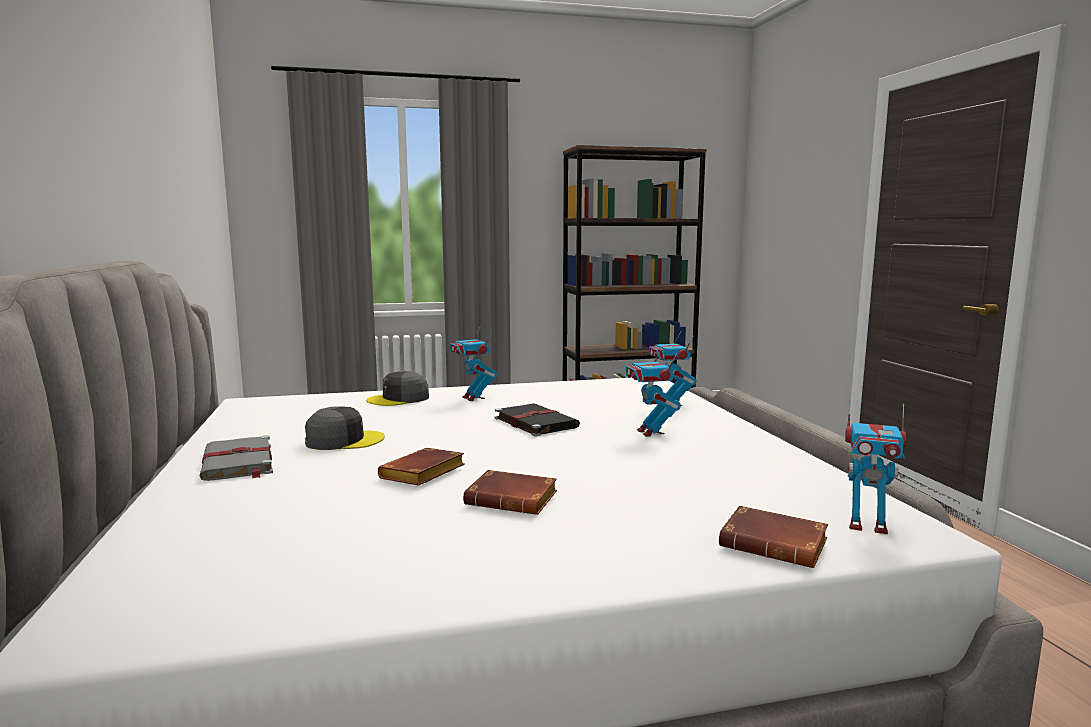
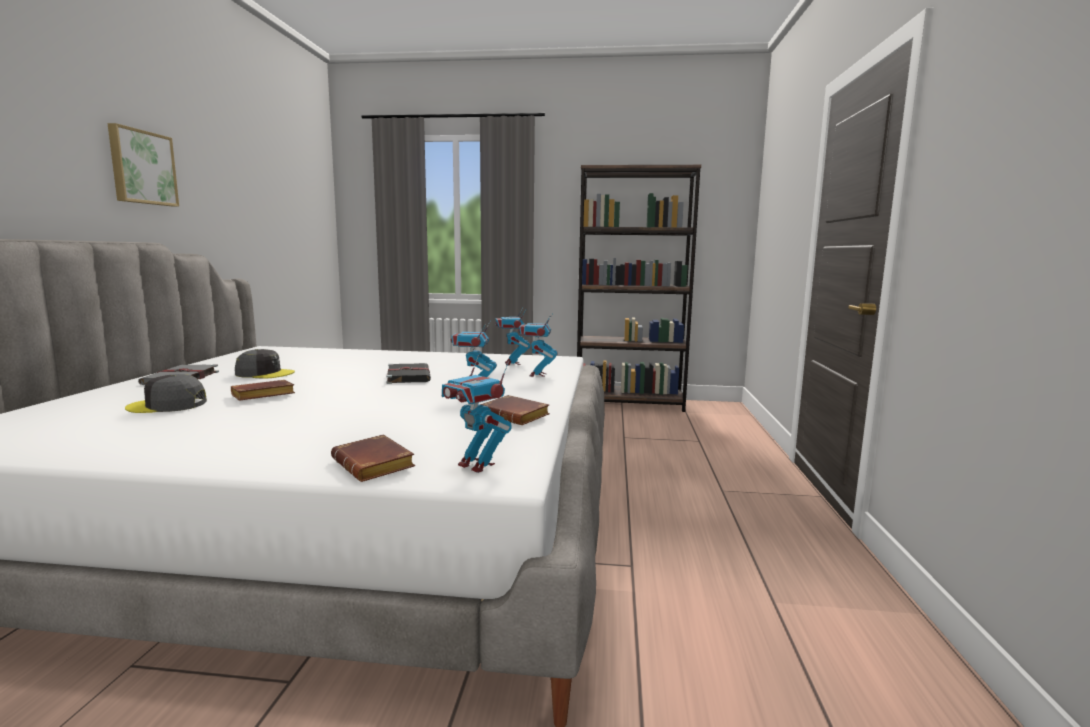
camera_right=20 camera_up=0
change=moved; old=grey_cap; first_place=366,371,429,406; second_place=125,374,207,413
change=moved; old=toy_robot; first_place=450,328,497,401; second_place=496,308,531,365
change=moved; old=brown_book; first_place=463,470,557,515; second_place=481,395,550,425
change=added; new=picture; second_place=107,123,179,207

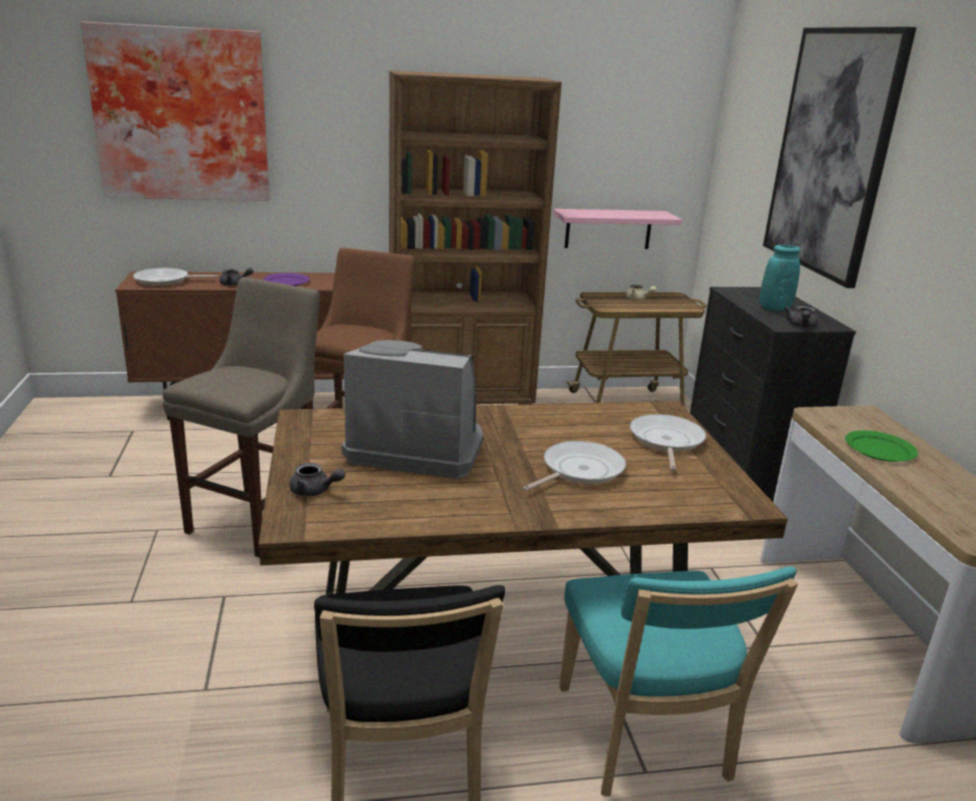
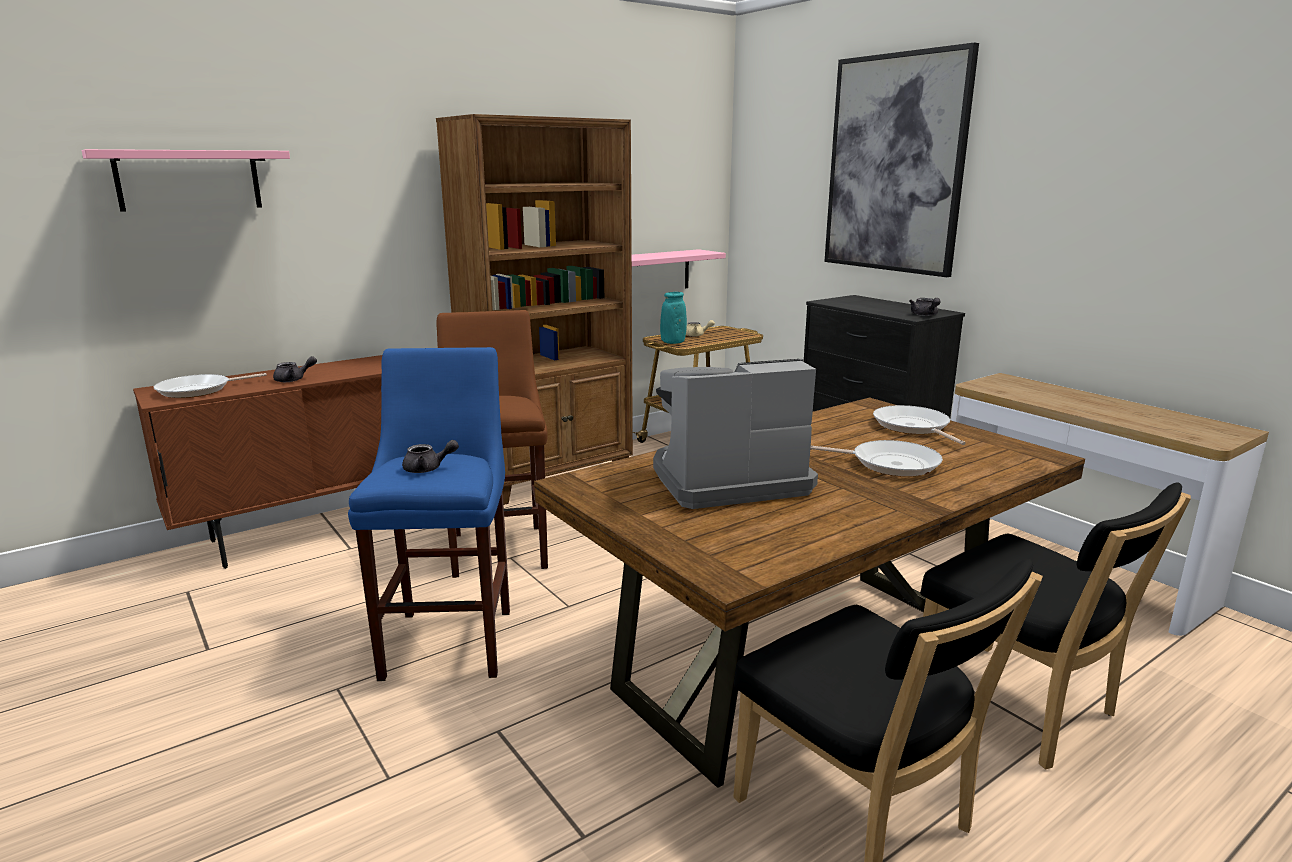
camera_right=-25 camera_up=-5
change=replaced; old=picture; new=pink_shelf; first_place=81,21,269,201; second_place=82,149,290,212
change=recoloured; old=beige_stool; new=blue_stool; first_place=163,277,320,558; second_place=348,347,510,681
change=removed; old=purple_plate; first_place=263,273,310,286
change=moved; old=grey_teapot; first_place=289,463,345,496; second_place=402,440,459,473
change=turned; old=frying_pan; first_place=522,441,626,491; second_place=810,440,943,477; degrees=90
change=recoloured; old=turquoise_chair; new=black_chair; first_place=559,567,798,797; second_place=920,482,1191,769
change=moved; old=turquoise_vase; first_place=760,245,800,311; second_place=660,292,687,344
change=removed; old=green_plate; first_place=845,430,918,462

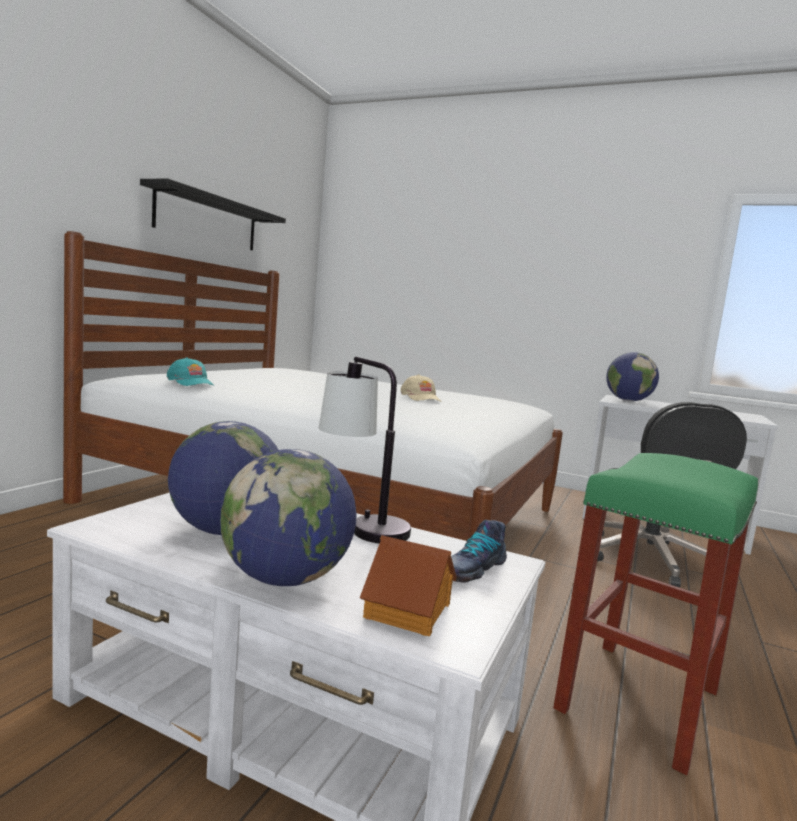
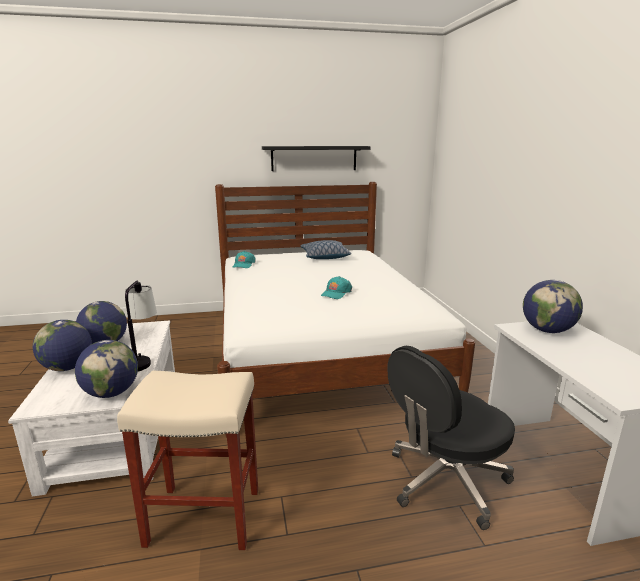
camera_right=55 camera_up=10
change=removed; old=toy_house; first_place=360,535,457,636
change=recoloured; old=beige_cap; new=turquoise_cap; first_place=401,374,442,402; second_place=321,276,352,299
change=replaced; old=shoe; new=globe; first_place=451,520,507,583; second_place=75,340,138,398
change=recoloured; old=green_stool; new=beige_stool; first_place=553,453,758,775; second_place=117,370,258,550
change=added; new=pillow; second_place=300,240,351,259

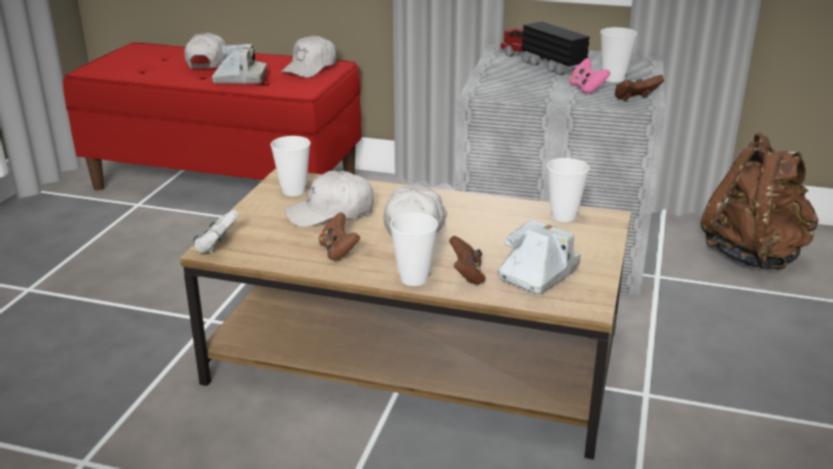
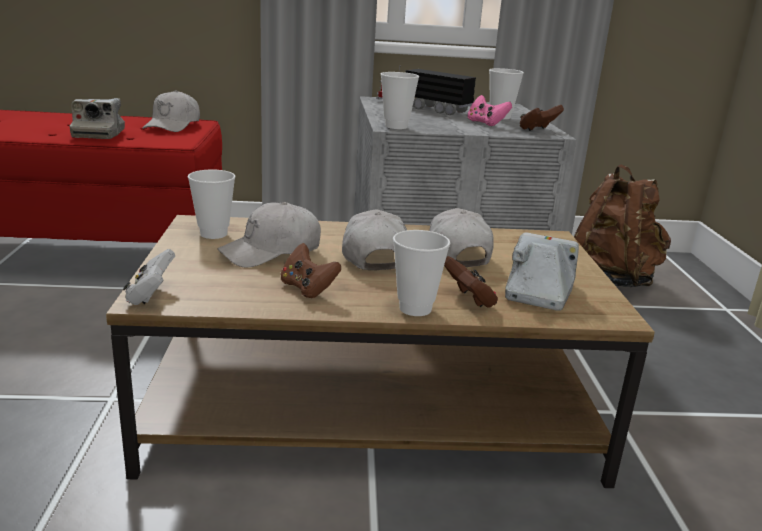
camera_right=-20 camera_up=-5
change=moved; old=white_cap; first_place=184,33,227,68; second_place=429,208,494,267
change=turned; old=photo_camera; first_place=212,44,267,84; second_place=70,98,125,139; degrees=105
change=moved; old=cup; first_place=547,158,590,222; second_place=381,72,419,129

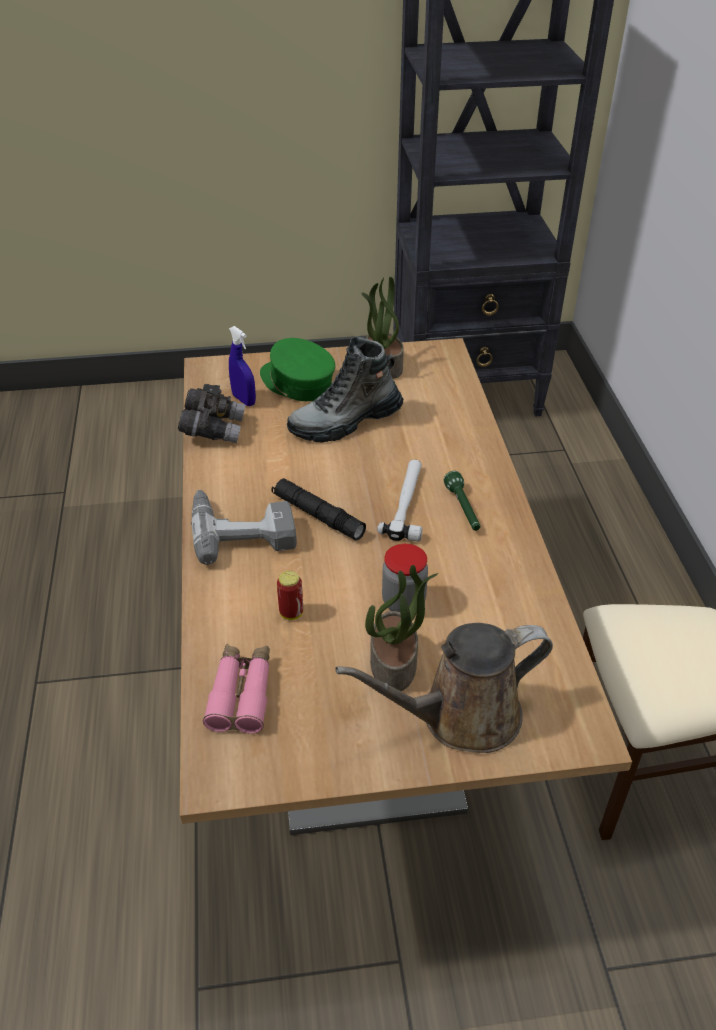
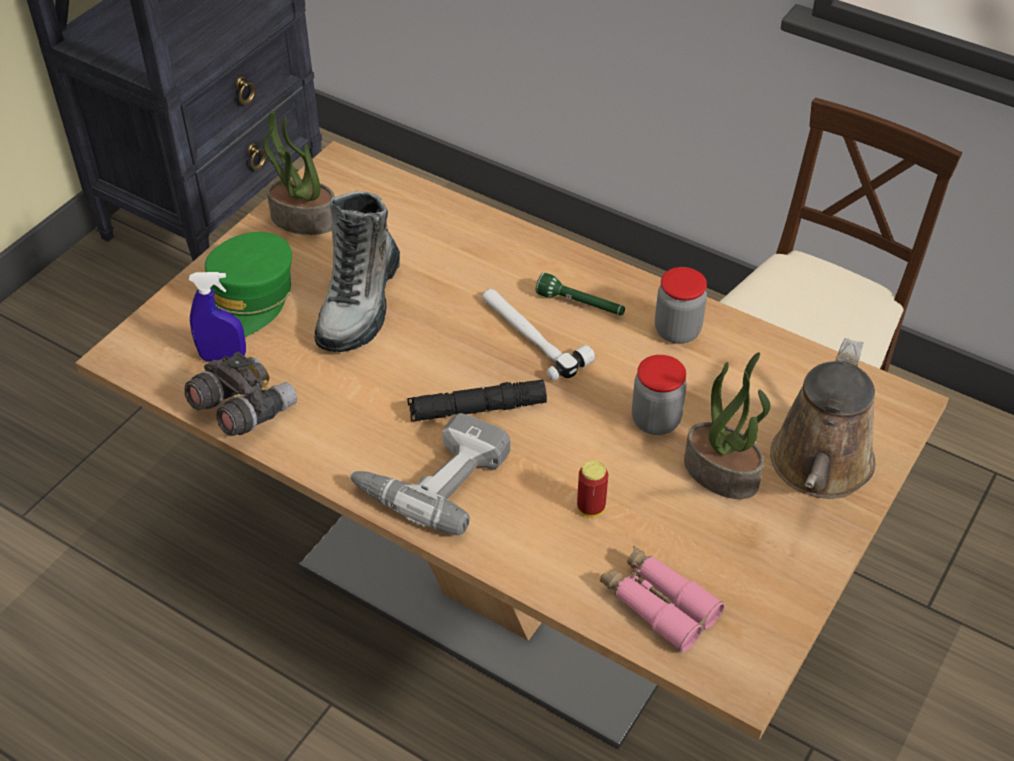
camera_right=-50 camera_up=5
change=turned; old=green_cap; first_place=260,338,335,401; second_place=205,232,292,337; degrees=-60
change=added; new=jar; second_place=655,267,707,344

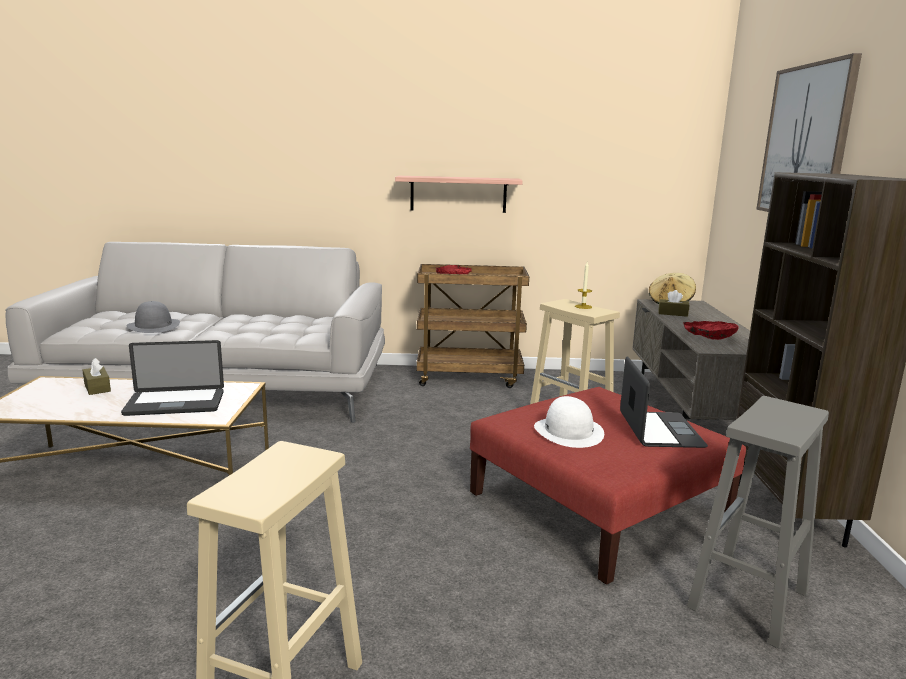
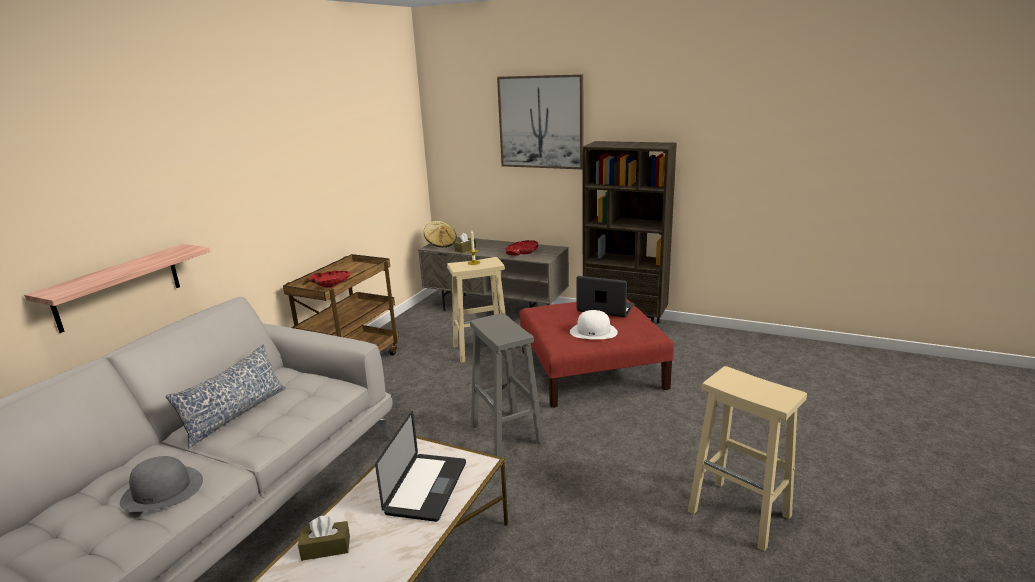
camera_right=-65 camera_up=5
change=moved; old=shelf; first_place=395,176,523,213; second_place=24,244,210,333
change=moved; old=grey_stool; first_place=687,396,829,649; second_place=470,313,544,457
change=added; new=pillow; second_place=166,344,286,449

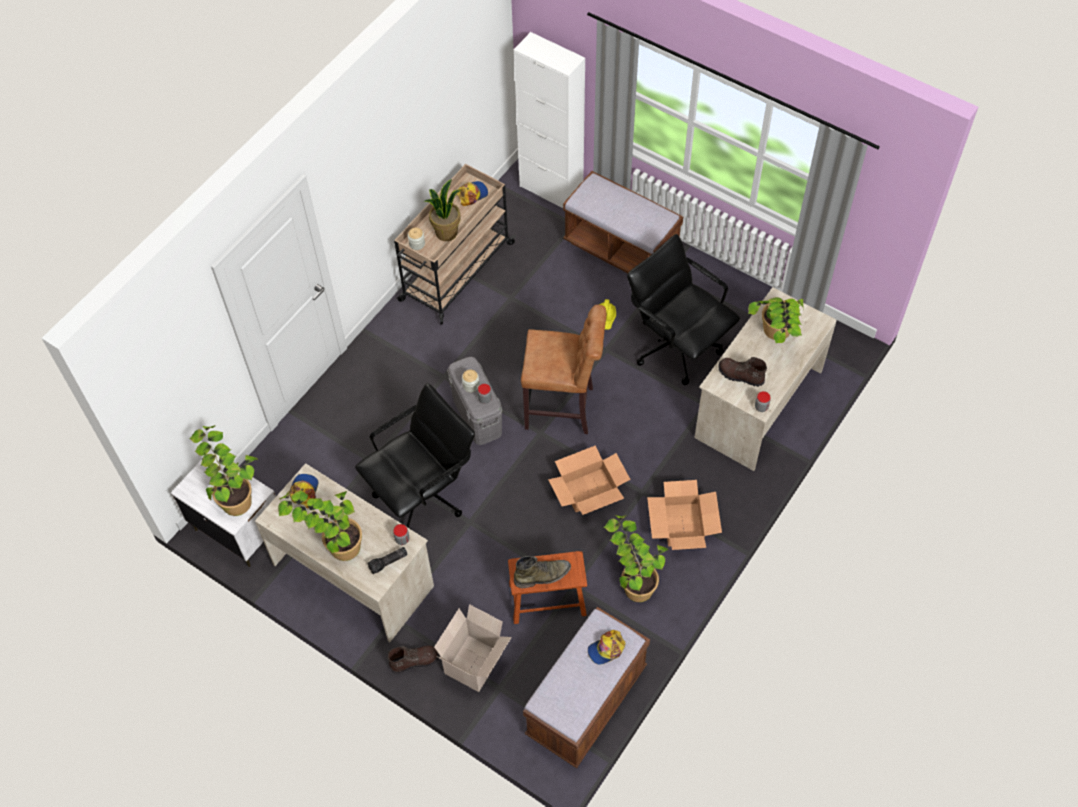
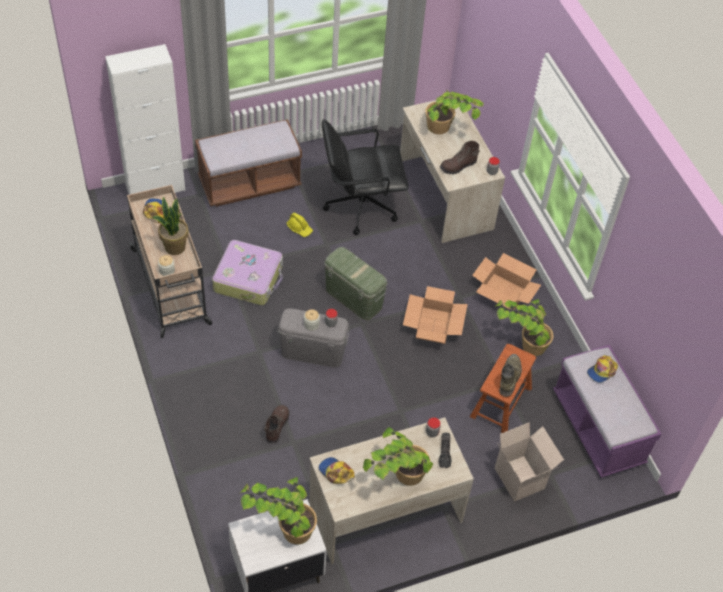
camera_right=-60 camera_up=-5
change=removed; old=black_office_chair; first_place=355,383,475,529
change=moved; old=brown_boot; first_place=387,646,440,673; second_place=264,405,289,444
change=replaced; old=brown_stool; new=green_storage_box; first_place=521,305,606,434; second_place=325,247,387,321
change=recoloured; old=brown_bench; new=purple_bench; first_place=523,607,650,768; second_place=553,345,661,478
change=turned; old=cap; first_place=588,630,625,665; second_place=587,355,618,383; degrees=45
change=added; new=suitcase; second_place=212,240,283,305

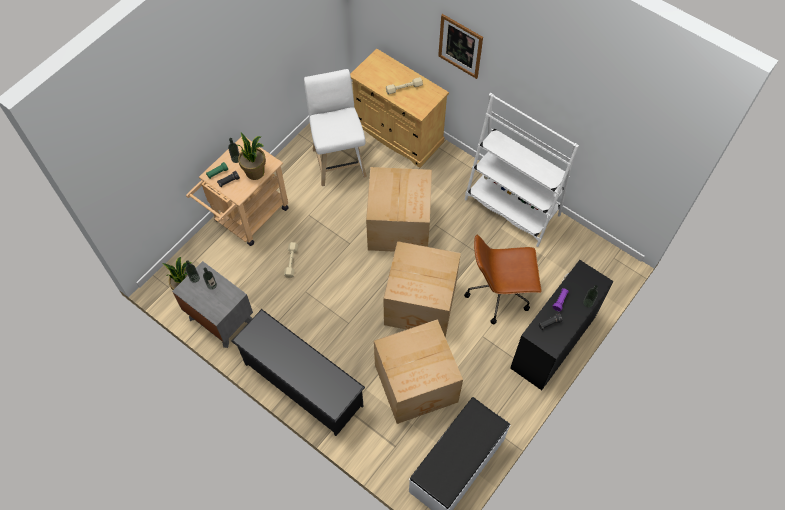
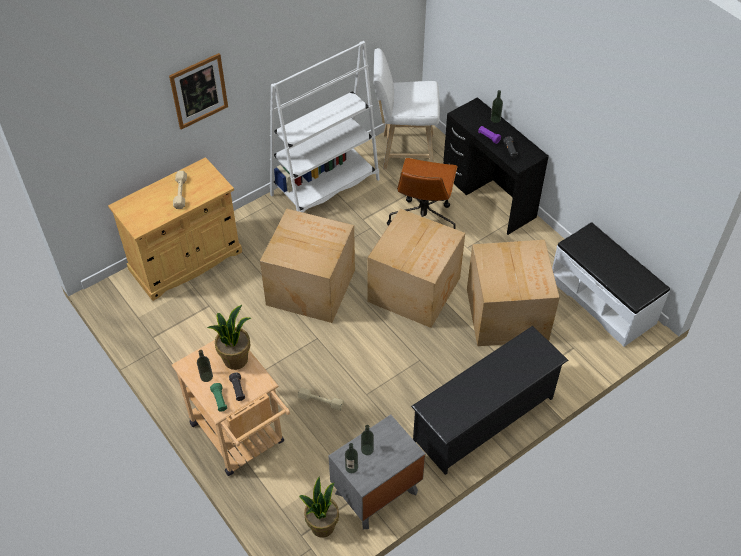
camera_right=-75 camera_up=-10
change=moved; old=white_stool; first_place=304,69,367,186; second_place=373,48,440,169

